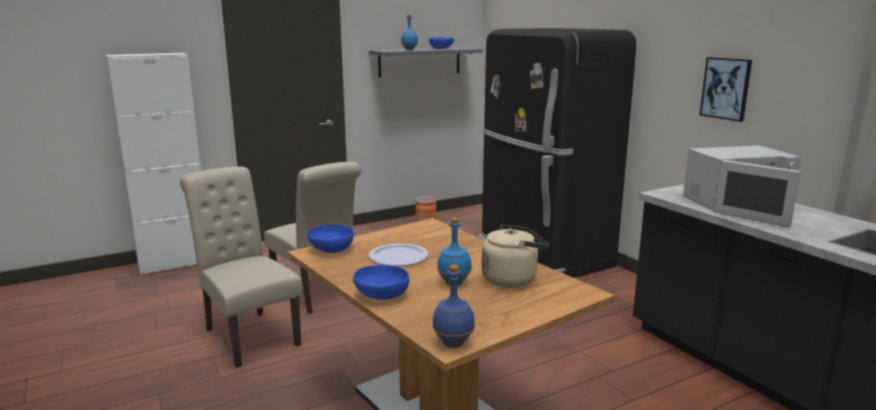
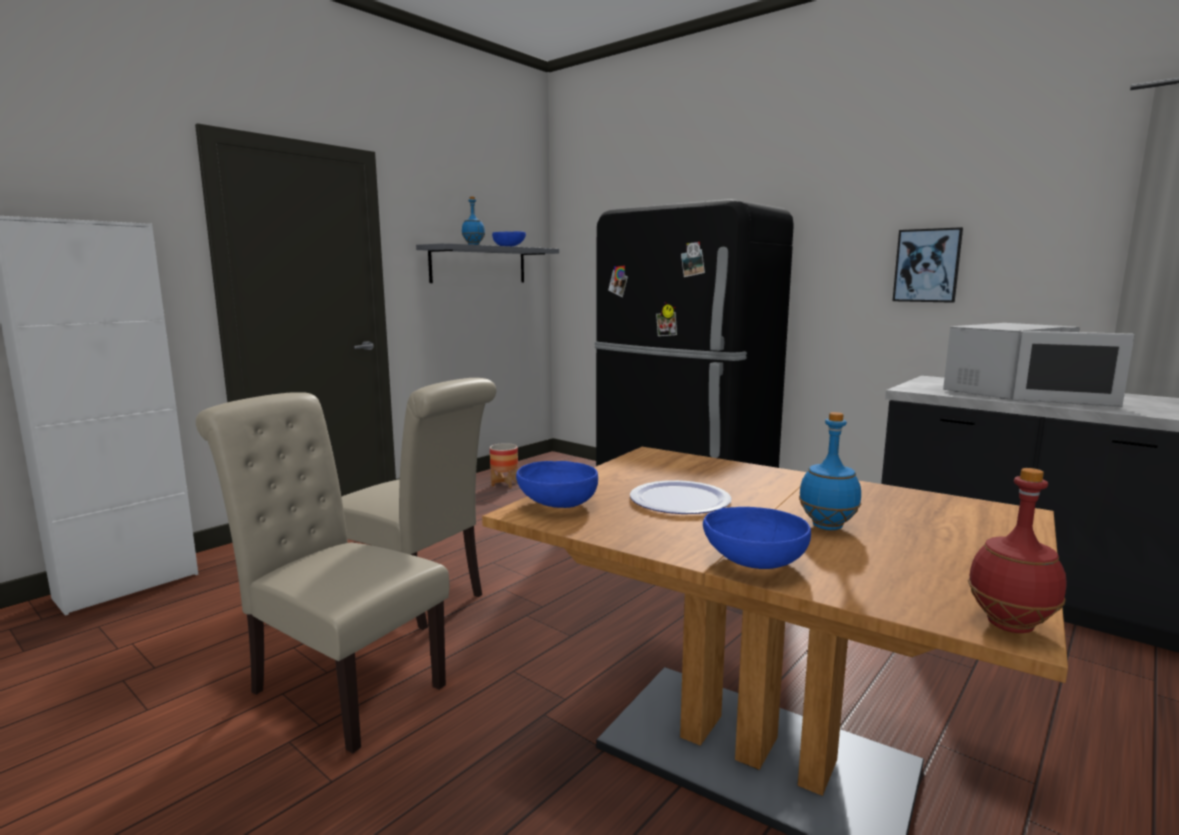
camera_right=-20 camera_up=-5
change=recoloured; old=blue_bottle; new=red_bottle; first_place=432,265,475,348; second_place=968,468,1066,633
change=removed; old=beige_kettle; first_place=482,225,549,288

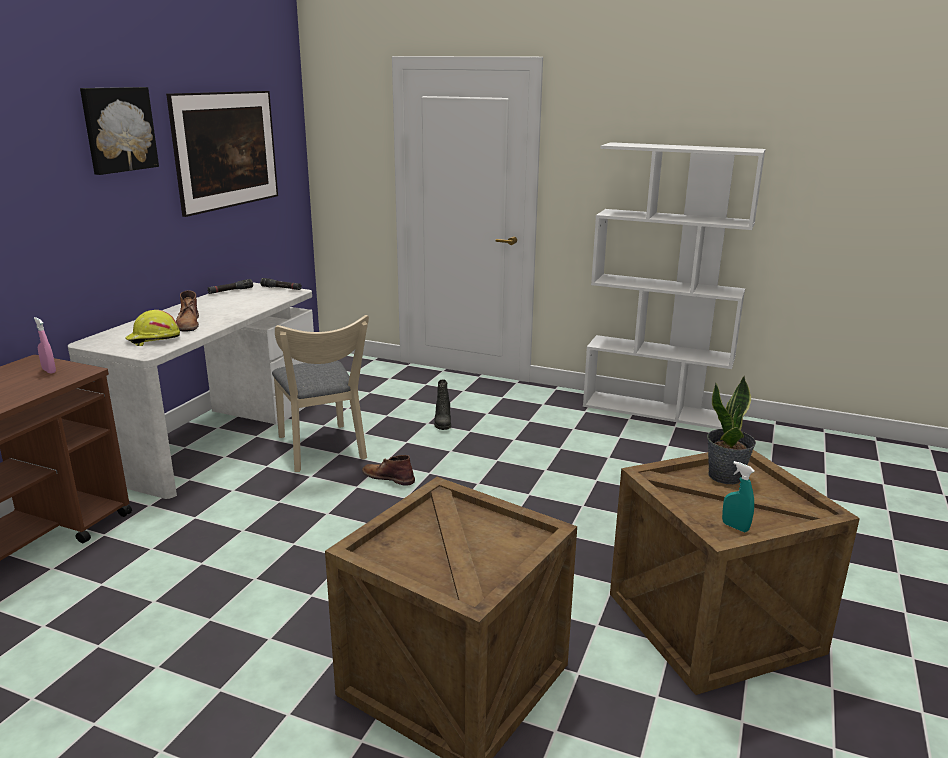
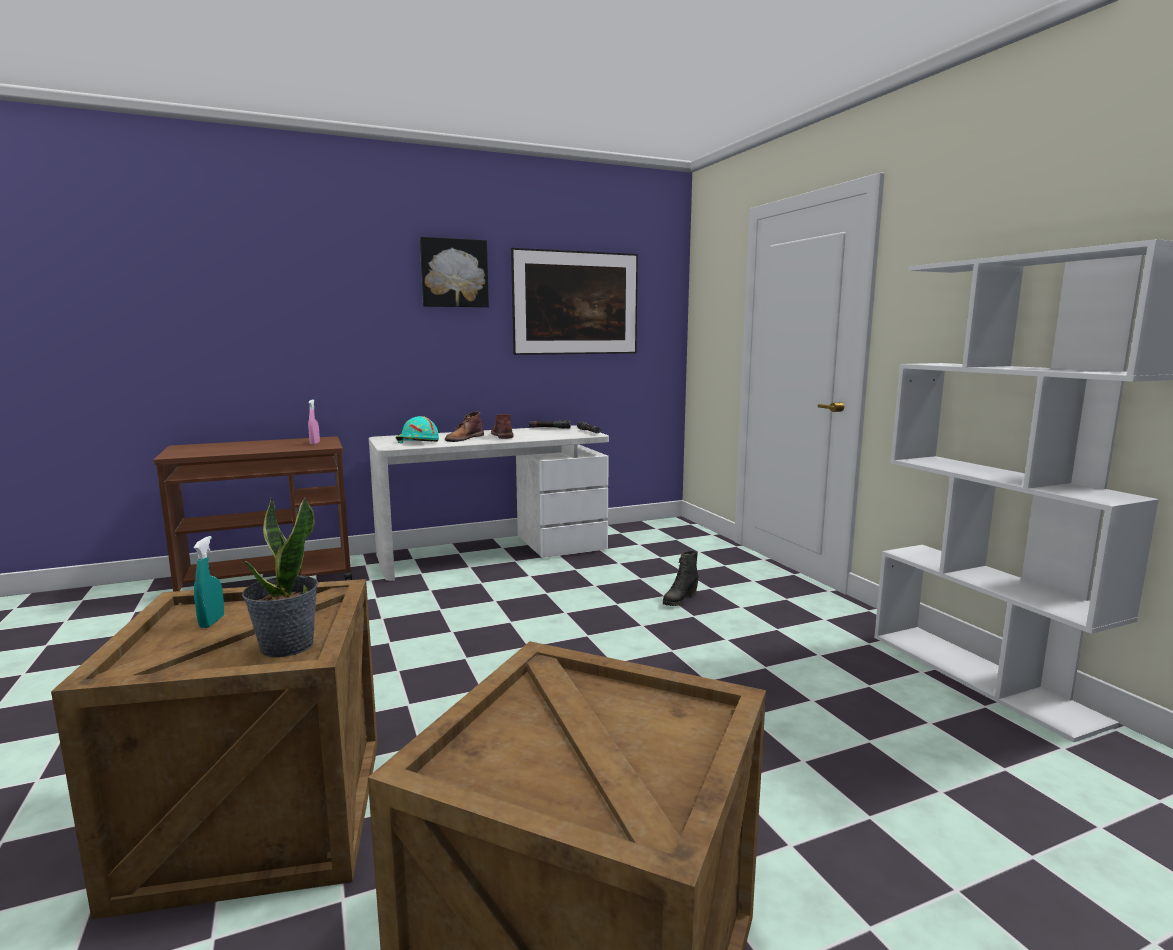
camera_right=45 camera_up=-10
change=recoloured; old=yellow_hard_hat; new=turquoise_hard_hat; first_place=125,310,180,346; second_place=395,416,439,443
change=removed; old=beige_chair; first_place=272,315,369,472
change=moved; old=brown_boot; first_place=362,455,415,486; second_place=491,414,514,439
change=moved; old=potted_plant; first_place=707,376,756,484; second_place=242,497,318,657
change=moved; old=turquoise_spray_bottle; first_place=722,461,755,532; second_place=194,536,224,628

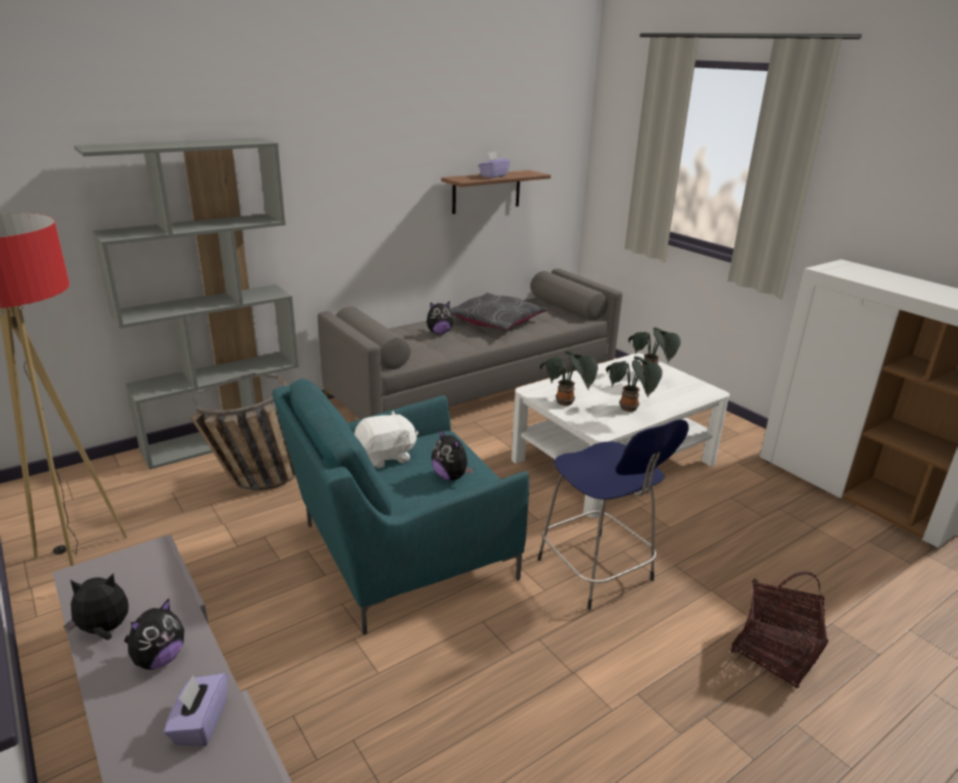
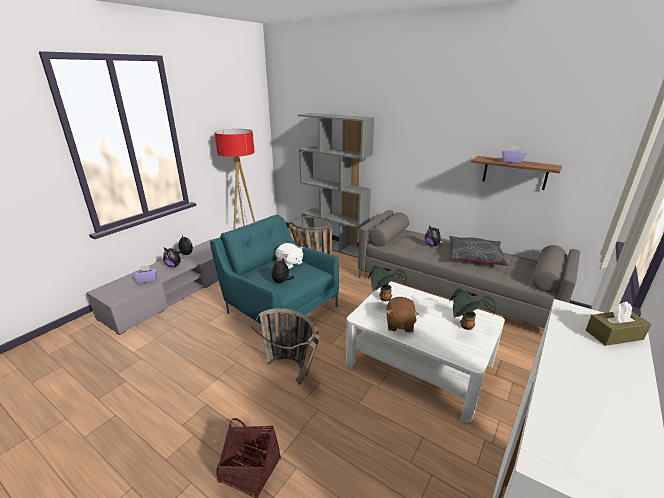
camera_right=70 camera_up=0
change=replaced; old=blue_stool; new=basket; first_place=538,419,689,610; second_place=252,308,320,385
change=replaced; old=potted_plant; new=brown_plush_toy; first_place=606,356,662,412; second_place=386,297,419,332
change=added; new=brown_tissue_box; second_place=586,302,651,346

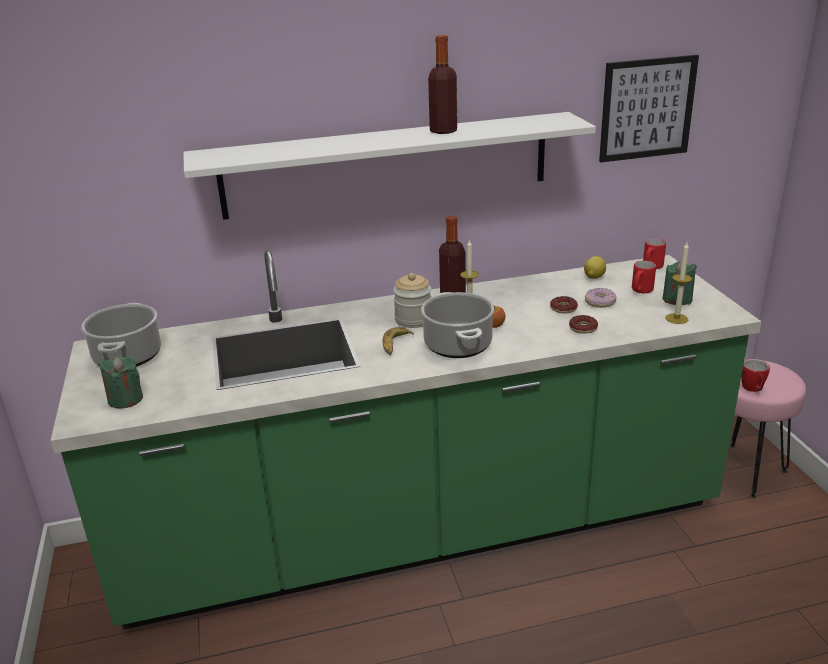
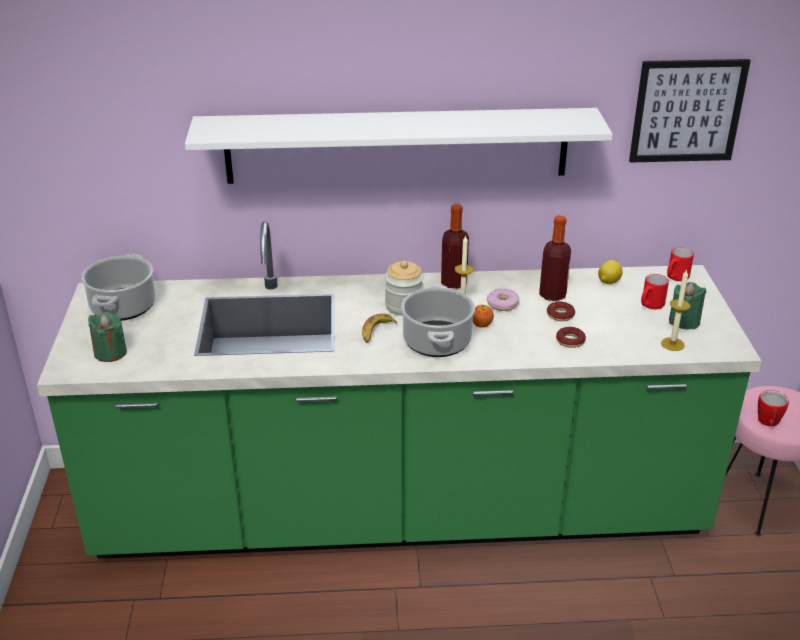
camera_right=10 camera_up=5
change=moved; old=bottle; first_place=428,35,457,134; second_place=539,215,571,301
change=moved; old=donut; first_place=585,288,616,308; second_place=487,289,519,311

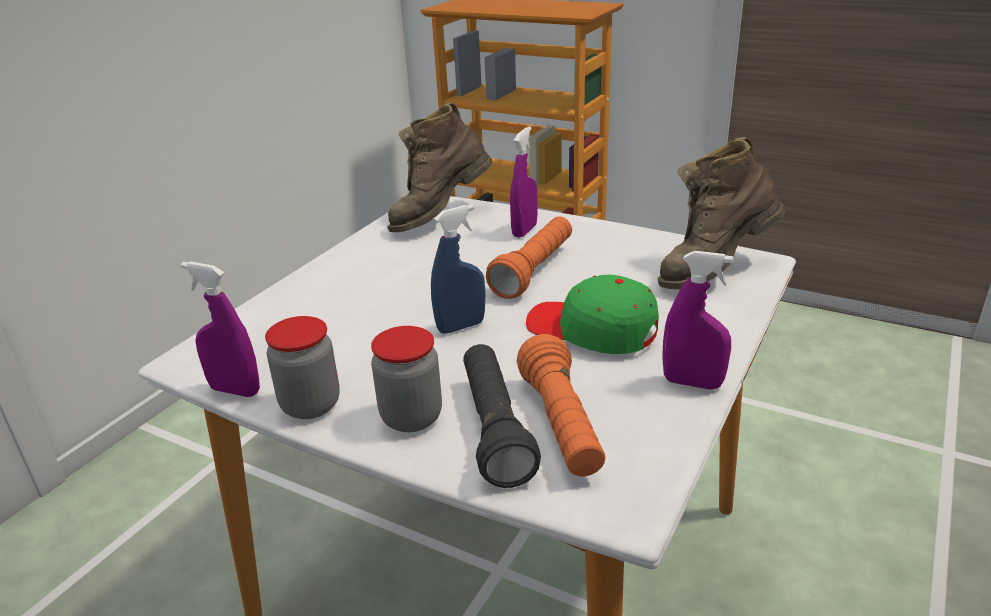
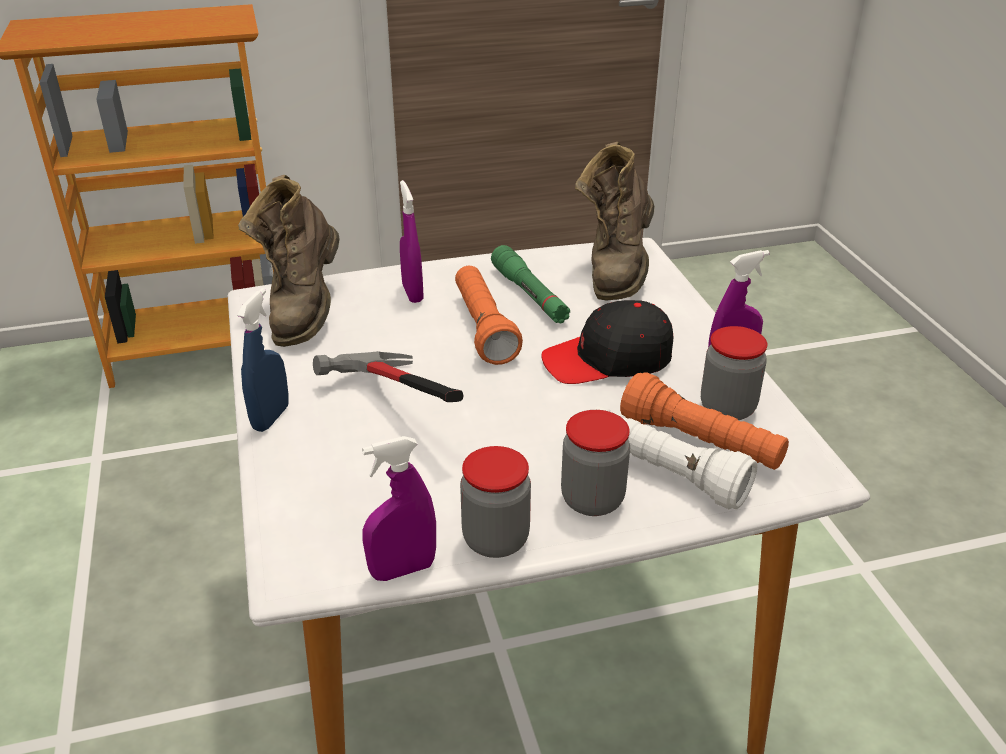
camera_right=-45 camera_up=5
change=moved; old=blue_spray_bottle; first_place=431,205,486,334; second_place=237,288,289,432
change=recoloured; old=black_flashlight; new=white_flashlight; first_place=463,344,541,488; second_place=594,406,758,509
change=recoloured; old=green_cap; new=black_cap; first_place=526,274,659,354; second_place=541,300,673,384
change=added; new=hammer; second_place=313,351,464,402
change=added; new=green_flashlight; second_place=491,245,570,324
change=added; new=jar; second_place=701,326,767,420

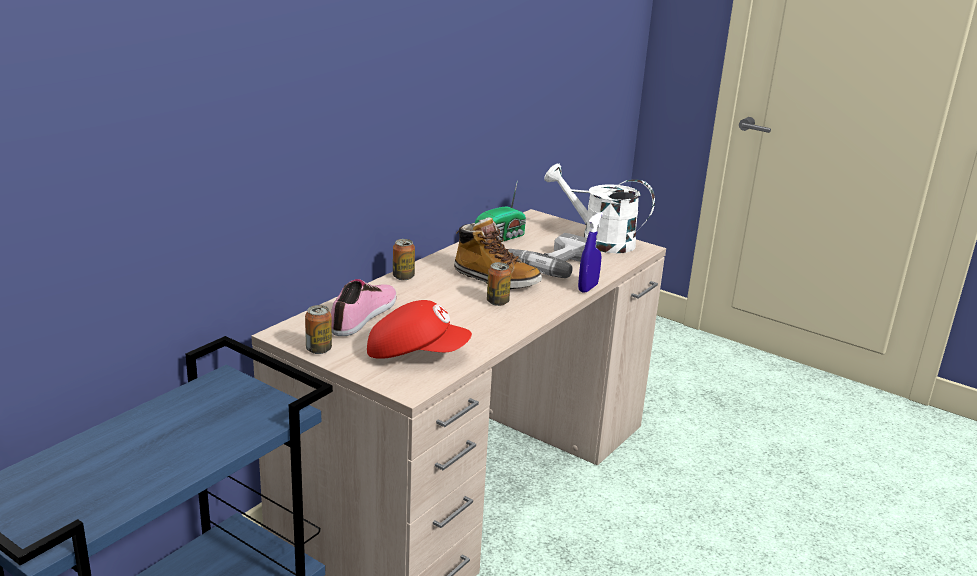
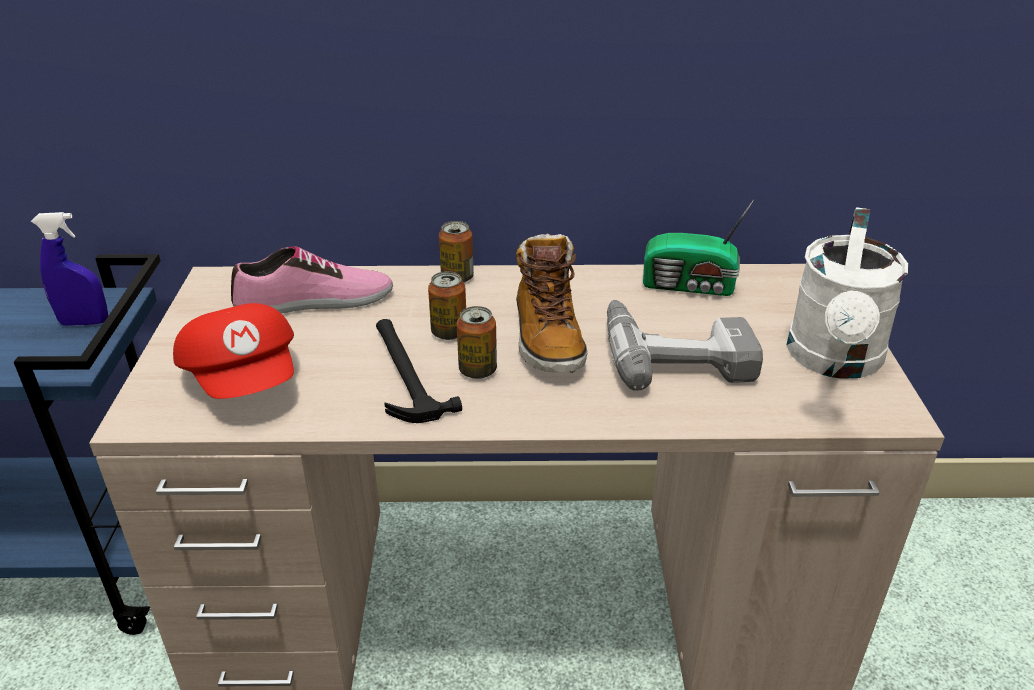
camera_right=55 camera_up=10
change=moved; old=can; first_place=305,305,332,354; second_place=428,271,466,340
change=turned; old=white_watering_can; first_place=544,164,655,253; second_place=786,207,908,379; degrees=-150
change=moved; old=blue_spray_bottle; first_place=578,212,603,293; second_place=31,212,108,326
change=added; new=hammer; second_place=376,319,462,423

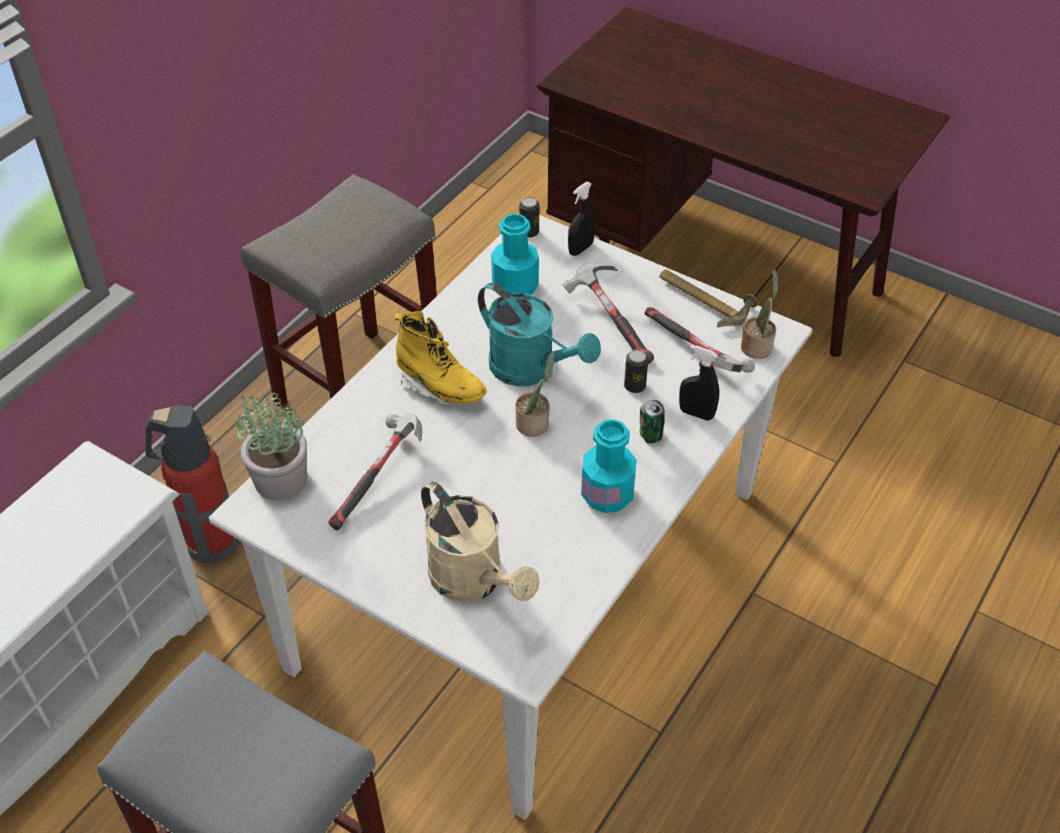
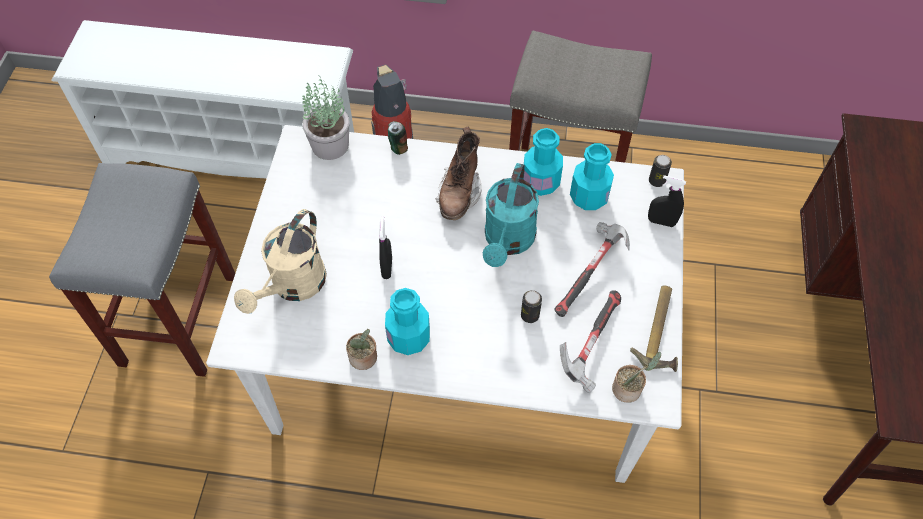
camera_right=65 camera_up=10
change=removed; old=hammer; first_place=328,413,422,531
change=recoloured; old=yellow_boot; new=brown_boot; first_place=395,311,487,405; second_place=435,127,482,220
change=moved; old=potted_plant; first_place=515,352,554,437; second_place=346,329,377,370
change=moved; old=can; first_place=640,400,665,444; second_place=388,121,408,155
change=moved; old=black_spray_bottle; first_place=679,345,719,421; second_place=379,216,392,279
change=added; new=turquoise_bottle; second_place=523,128,563,196

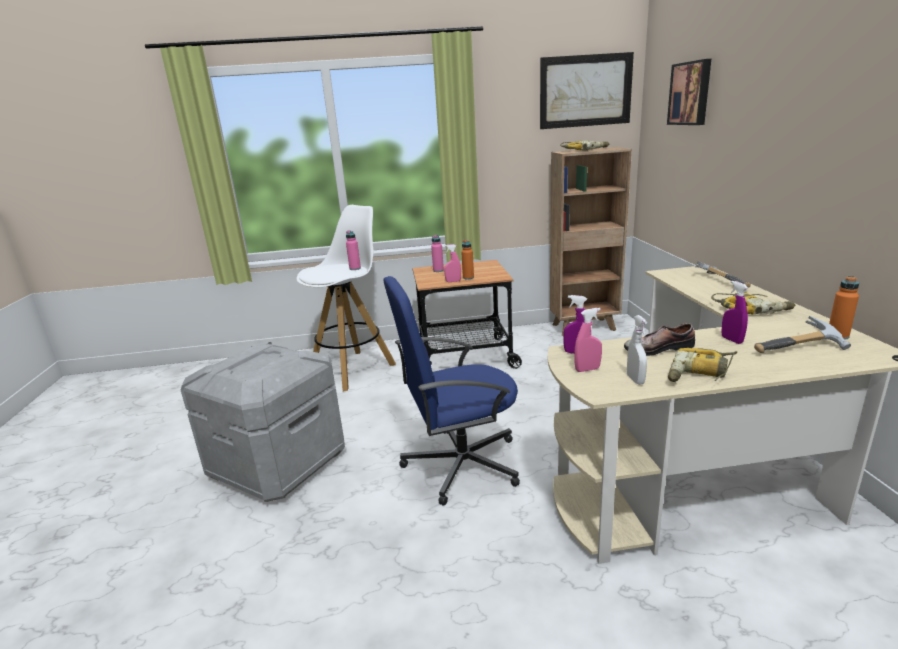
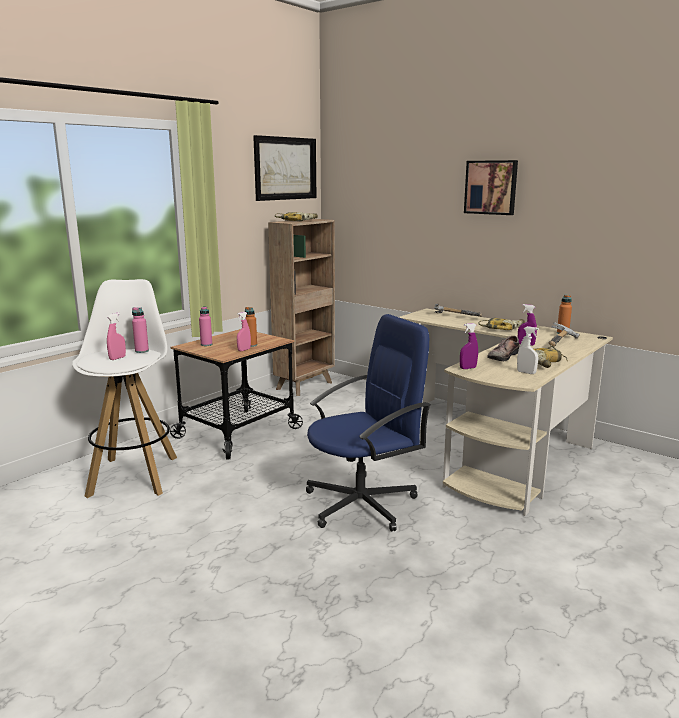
camera_right=-45 camera_up=-5
change=removed; old=grey_storage_box; first_place=181,342,345,502
change=turned; old=blue_office_chair; first_place=384,276,520,506; second_place=306,314,431,532; degrees=-150
change=moved; old=pink_spray_bottle; first_place=574,308,602,372; second_place=107,313,126,360
change=moved; old=picture; first_place=667,59,711,125; second_place=464,160,518,215

